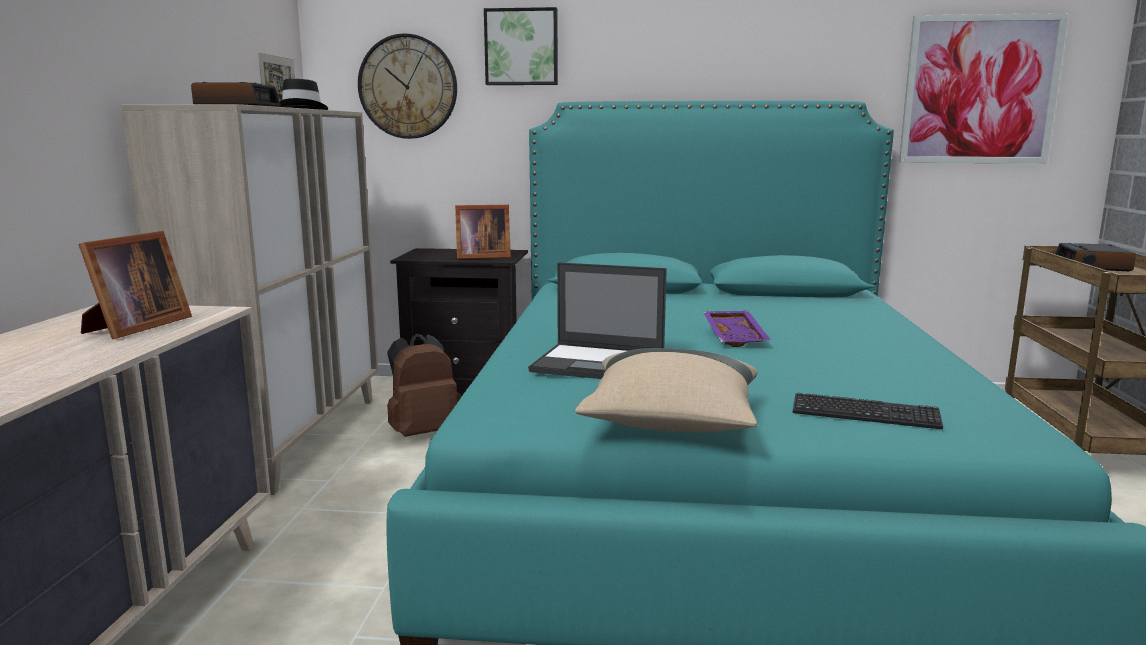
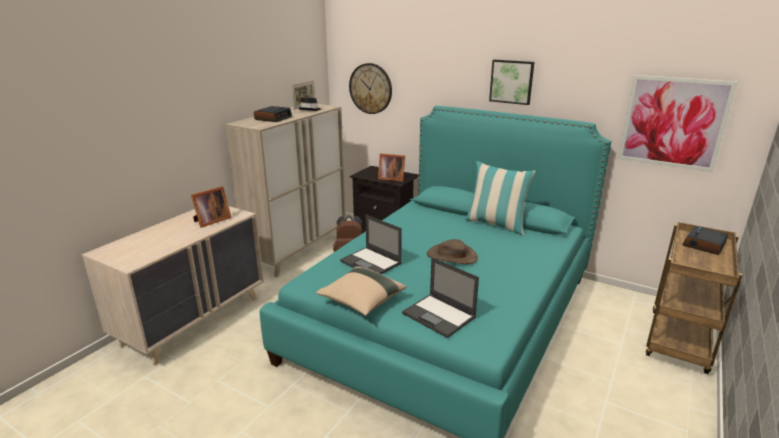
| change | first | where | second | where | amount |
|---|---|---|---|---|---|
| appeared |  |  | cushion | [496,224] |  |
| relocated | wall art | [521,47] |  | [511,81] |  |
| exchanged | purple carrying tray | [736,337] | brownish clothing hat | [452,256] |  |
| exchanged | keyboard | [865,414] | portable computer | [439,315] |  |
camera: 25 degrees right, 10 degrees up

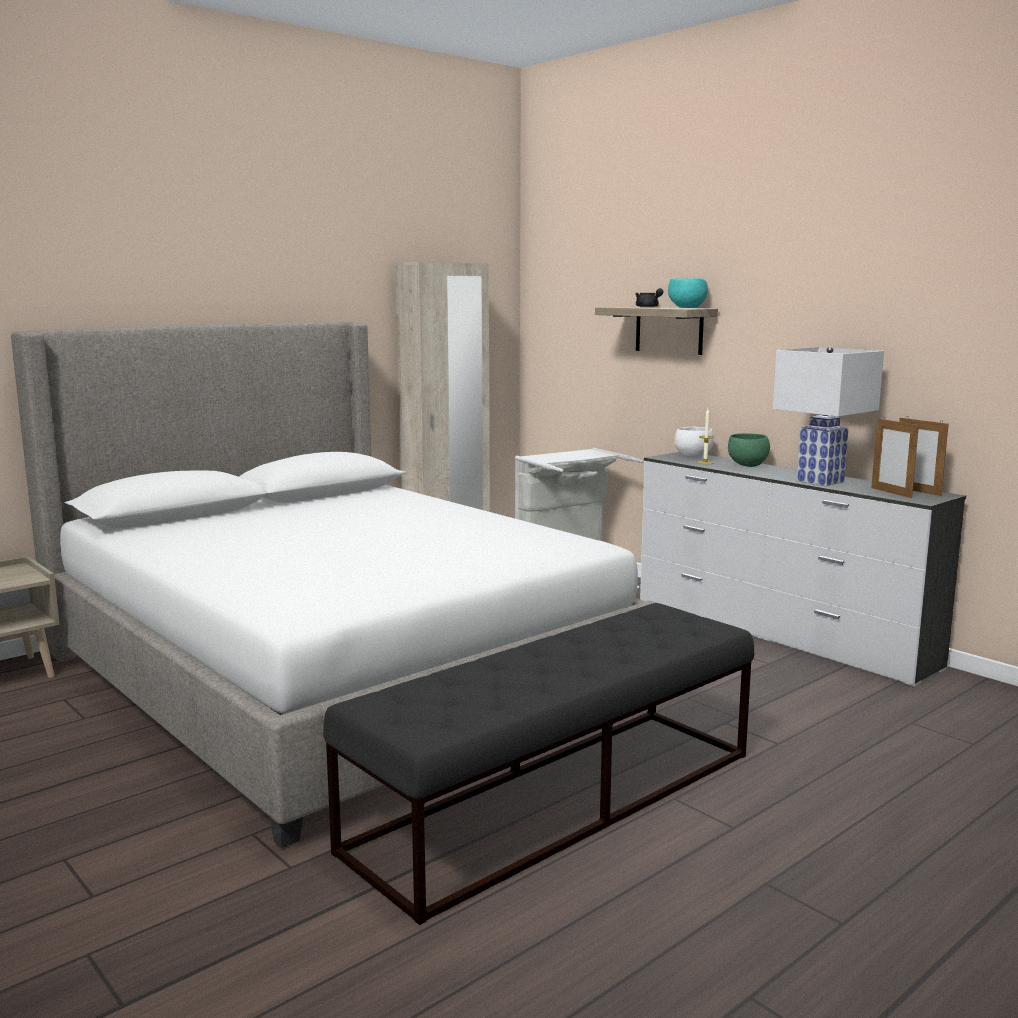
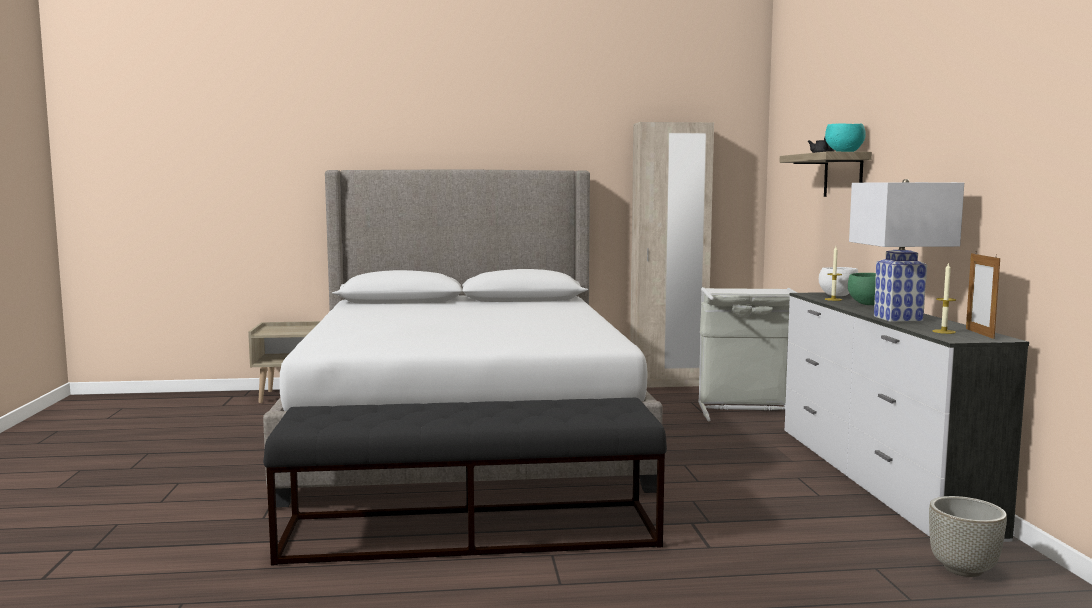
| change | first | where | second | where | amount |
|---|---|---|---|---|---|
| appeared |  |  | grey flower pot | [962,569] |  |
| exchanged | picture frame | [891,493] | candle | [944,331] |  |
camera: 35 degrees right, 5 degrees down

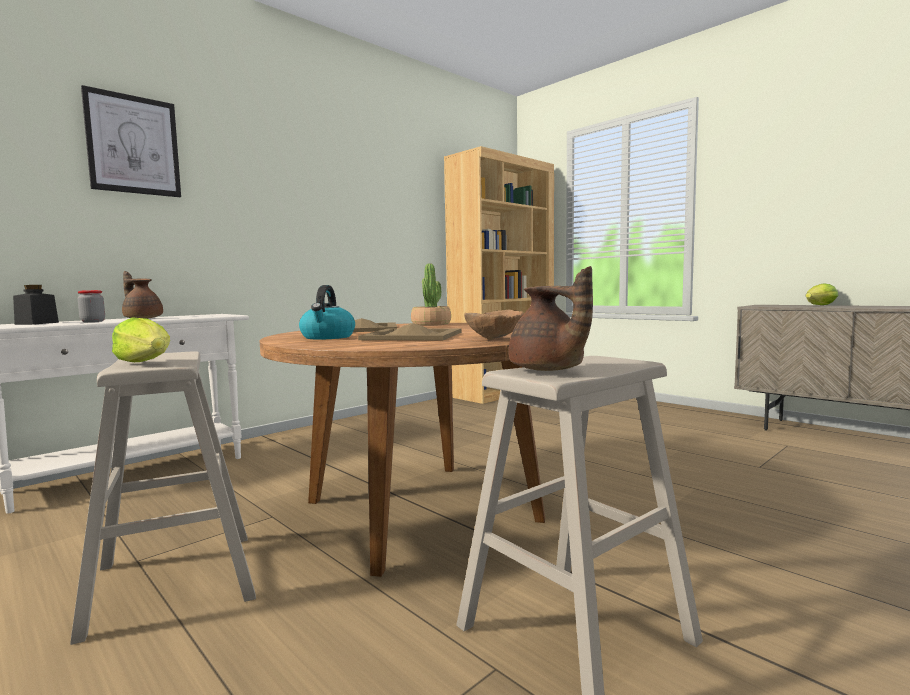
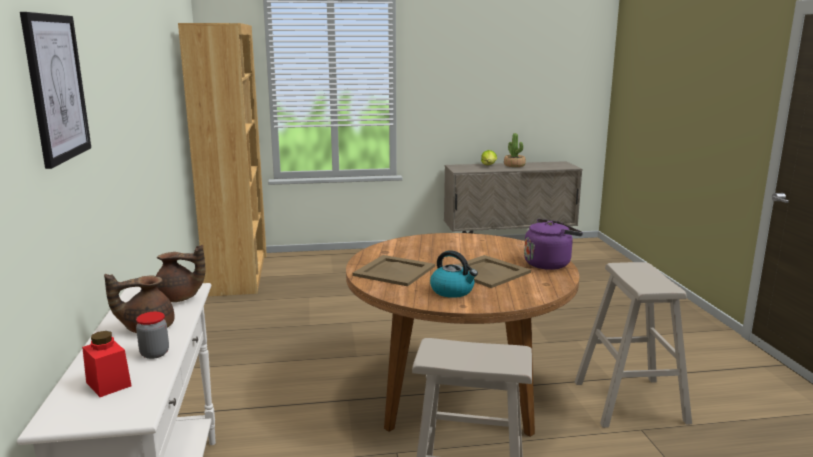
| change | first | where | second | where | amount |
|---|---|---|---|---|---|
| missing | head of lettuce | [147,362] |  |  |  |
| relocated | plant in a pot | [431,324] |  | [514,165] |  |
| relocated | brownish teapot | [548,370] |  | [179,299] |  |
| exchanged | brownish serving bowl | [496,340] | purple water kettle | [549,263] |  |
| colour | blackish preserve jar | [37,323] | red-coloured preserve jar | [108,384] |  |
camera: 55 degrees left, 10 degrees up

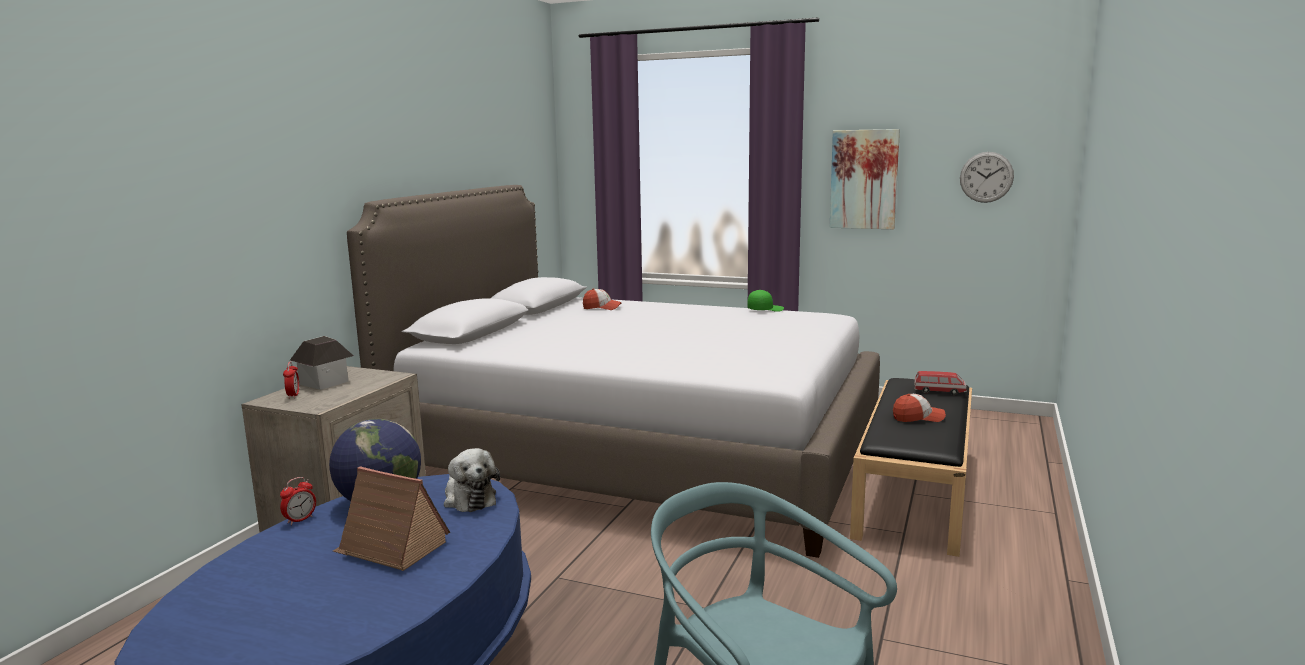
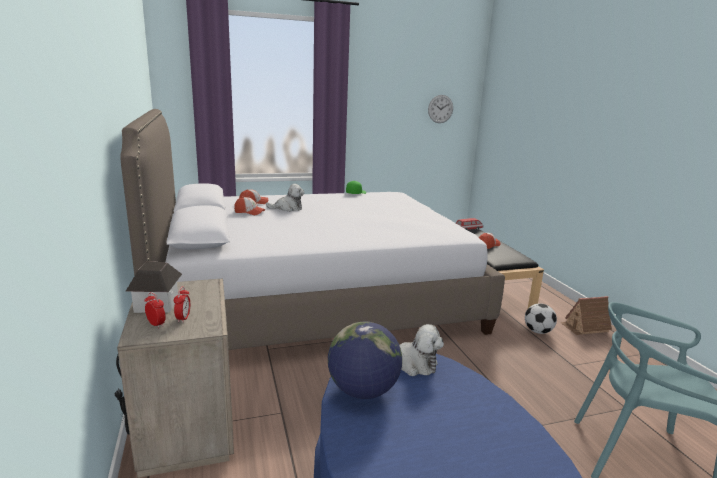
| change | first | where | second | where | amount |
|---|---|---|---|---|---|
| missing | wall art | [864,179] |  |  |  |
| appeared |  |  | peaked cap | [249,212] |  |
| appeared |  |  | soft toy | [287,208] |  |
| appeared |  |  | football | [538,331] |  |
| relocated | table clock | [300,520] |  | [183,318] |  |
| relocated | model house | [391,547] |  | [585,327] |  |
camera: 40 degrees left, 5 degrees up

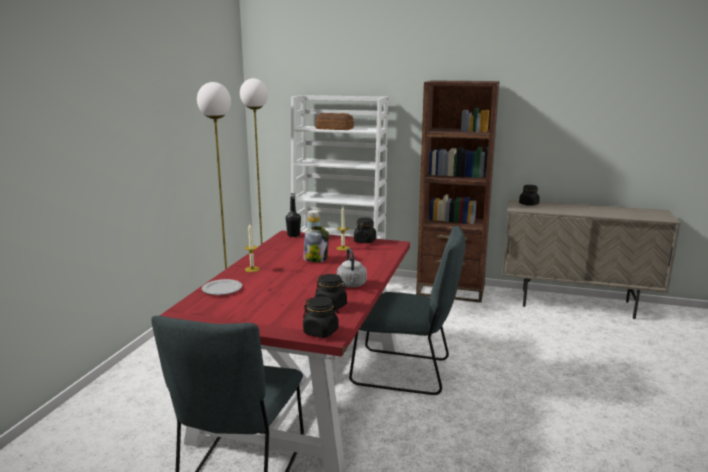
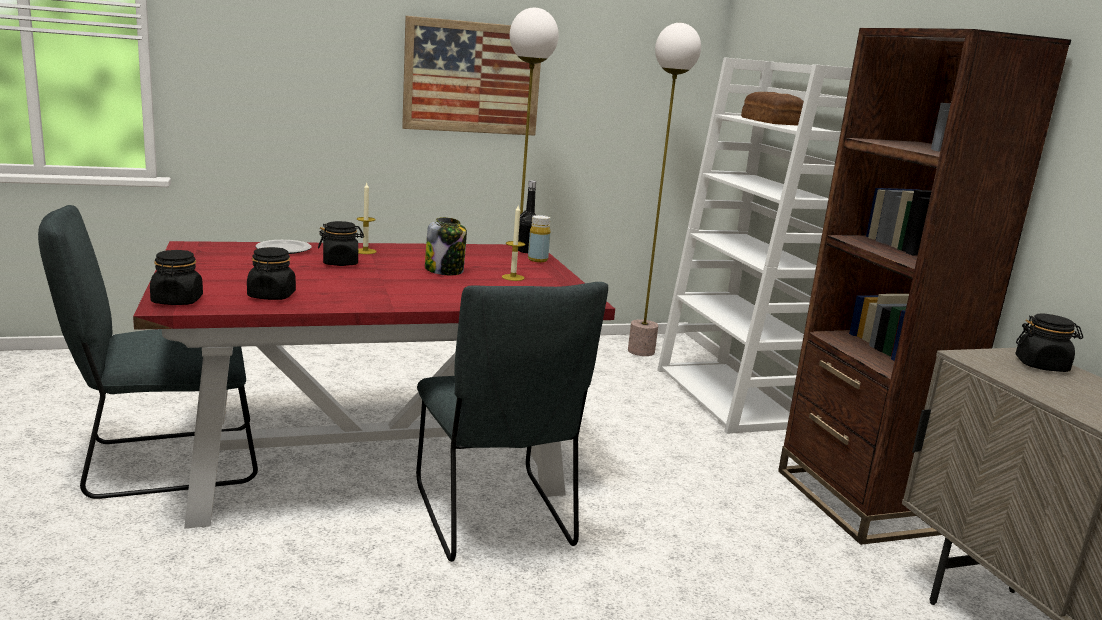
| change | first | where | second | where | amount |
|---|---|---|---|---|---|
| missing | grey water kettle | [352,285] |  |  |  |
| appeared |  |  | wall art | [472,77] |  |
| relocated | blackish preserve jar | [365,241] |  | [340,263] |  |
camera: 55 degrees right, 0 degrees up

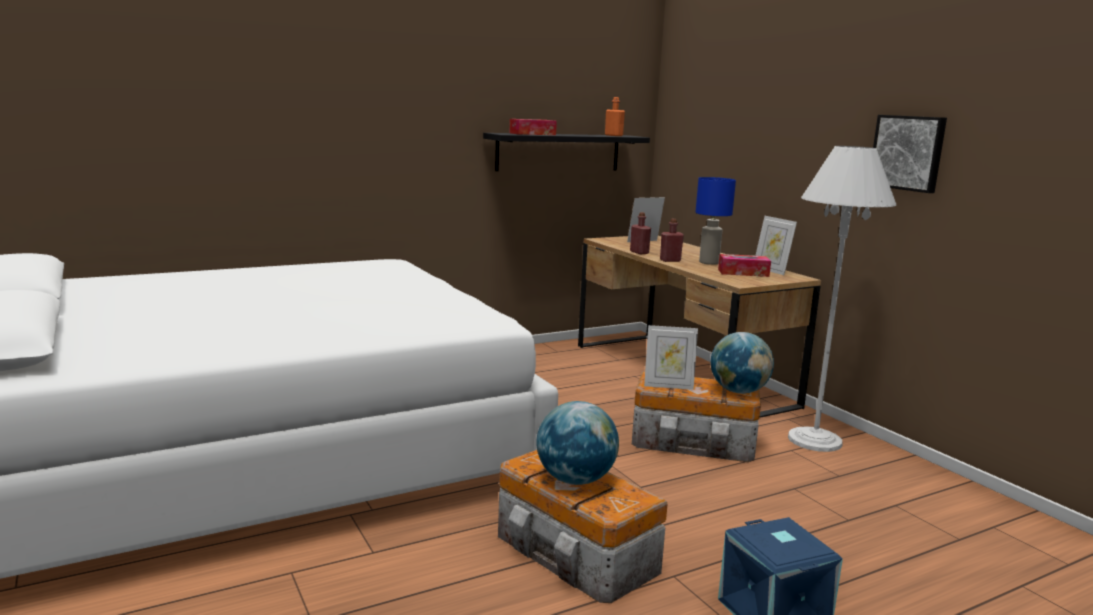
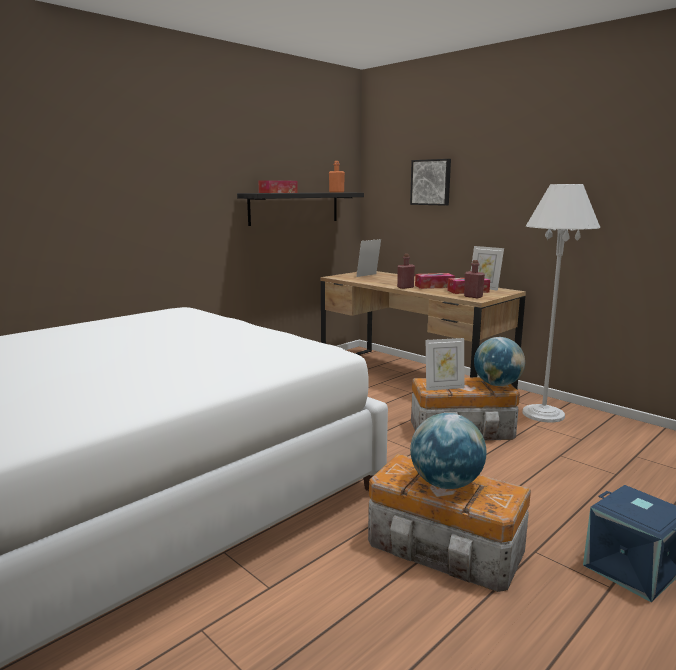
| change | first | where | second | where | amount |
|---|---|---|---|---|---|
| relocated | red-coloured drink bottle | [639,252] |  | [473,297] |  |
| relocated | wall art | [908,152] |  | [431,182] |  |
| exchanged | blue-coloured table lamp | [708,262] | tissue holder | [434,286] |  |
camera: 15 degrees left, 0 degrees up

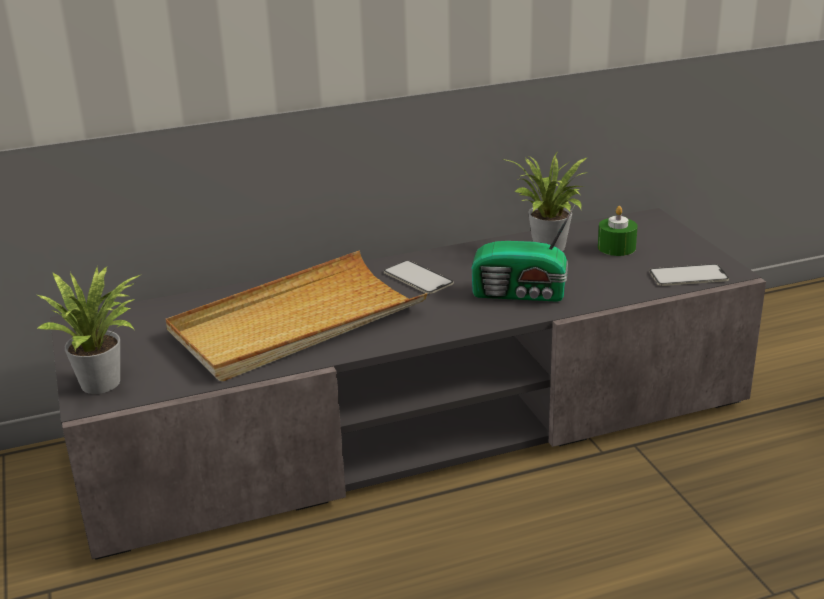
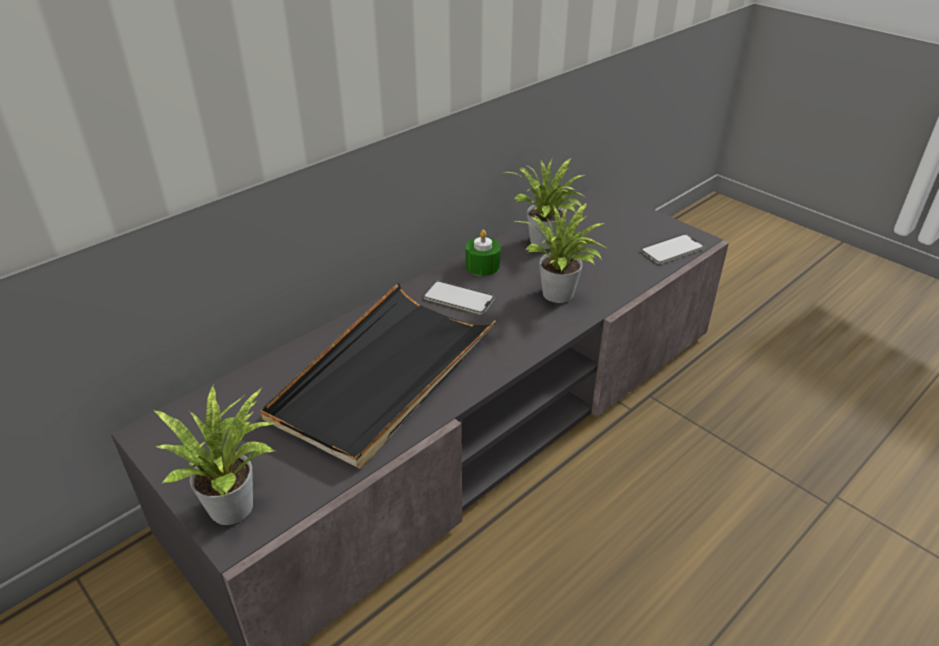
| change | first | where | second | where | amount |
|---|---|---|---|---|---|
| relocated | green-coloured candle | [616,247] |  | [482,265] |  |
| exchanged | radio set | [521,294] | plant in a pot | [559,296] |  |
| colour | beige carrying tray | [296,323] | blackish carrying tray | [384,376] |  |
camera: 25 degrees left, 10 degrees up

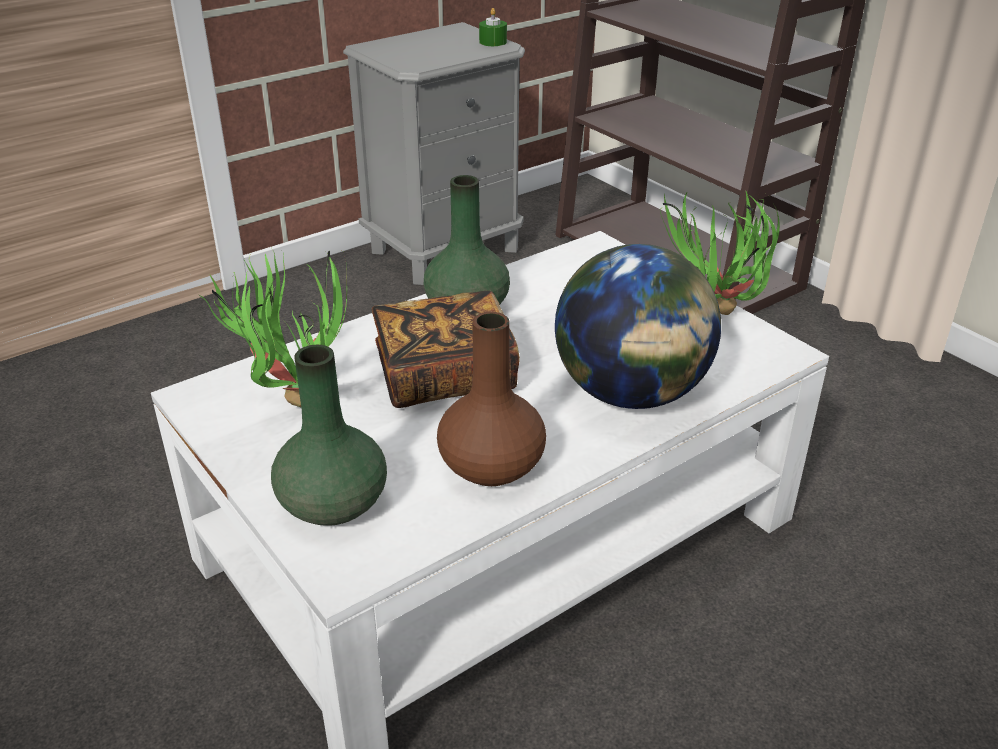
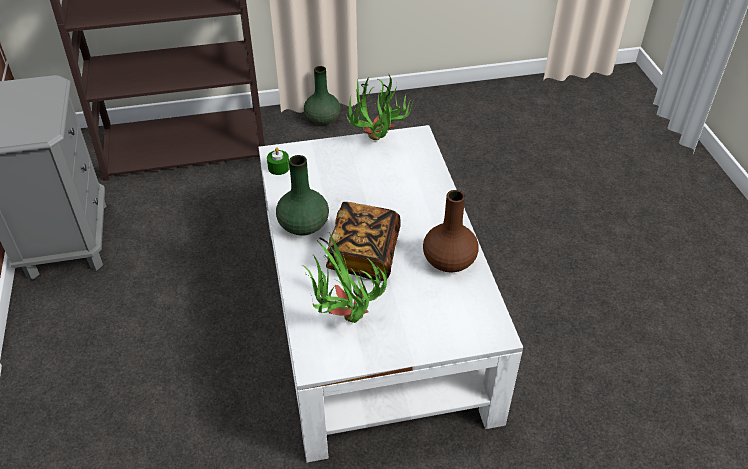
| change | first | where | second | where | amount |
|---|---|---|---|---|---|
| missing | world globe | [631,393] |  |  |  |
| relocated | green-coloured decorative vase | [333,506] |  | [323,119] |  |
| relocated | green-coloured candle | [493,42] |  | [278,168] |  |
camera: 65 degrees left, 10 degrees up

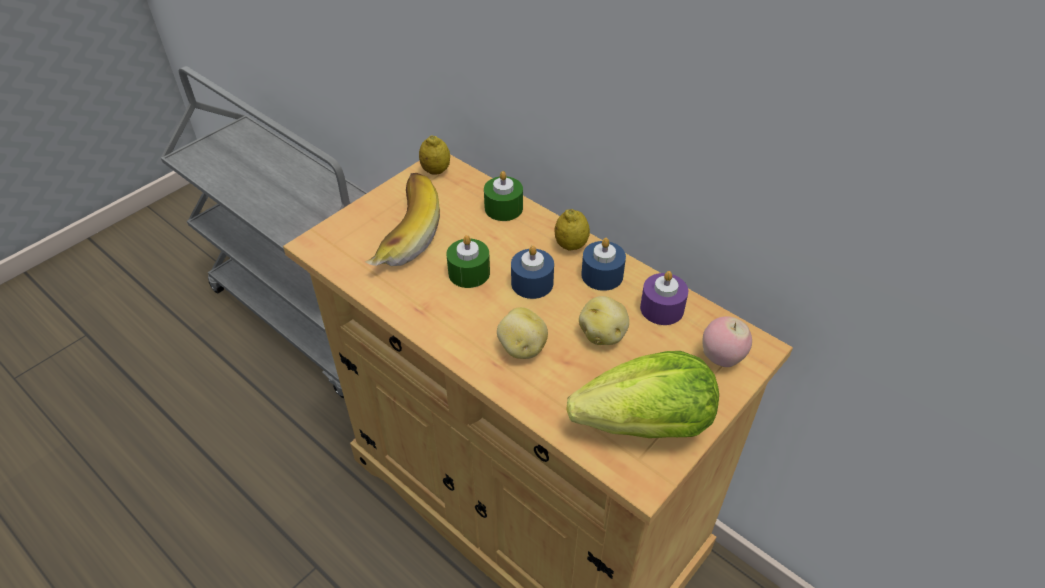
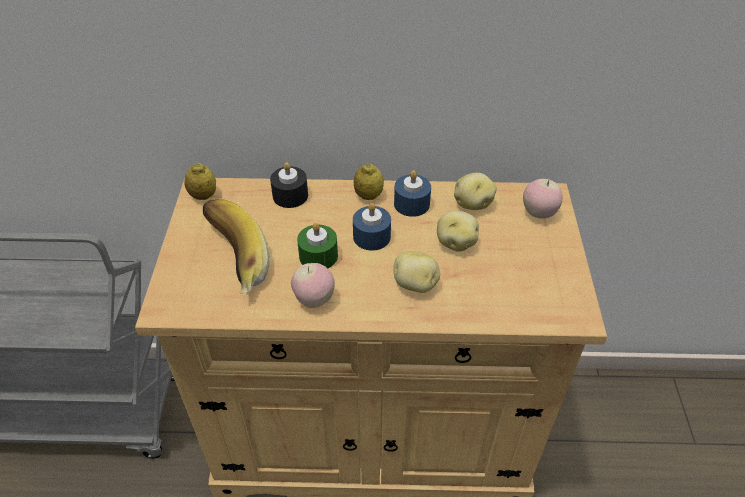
| change | first | where | second | where | amount |
|---|---|---|---|---|---|
| missing | head of lettuce | [646,425] |  |  |  |
| appeared |  |  | apple | [314,299] |  |
| exchanged | purple candle | [662,308] | whole potato | [472,204] |  |
| colour | green-coloured candle | [503,208] | blackish candle | [290,195] |  |
camera: 40 degrees left, 0 degrees up

